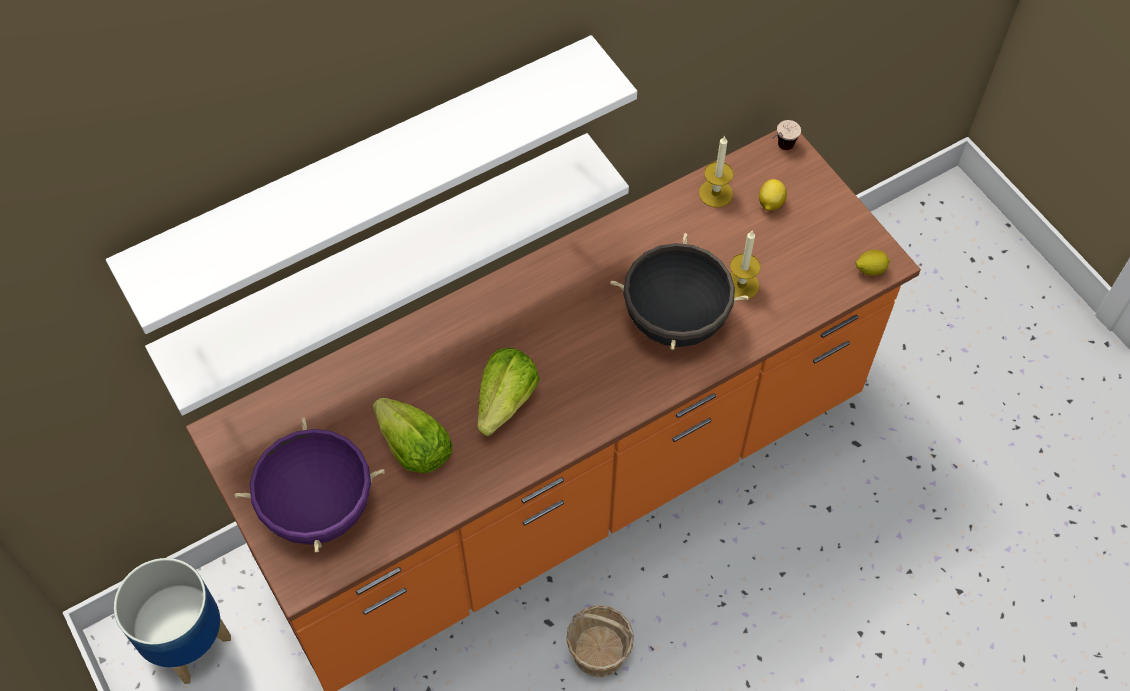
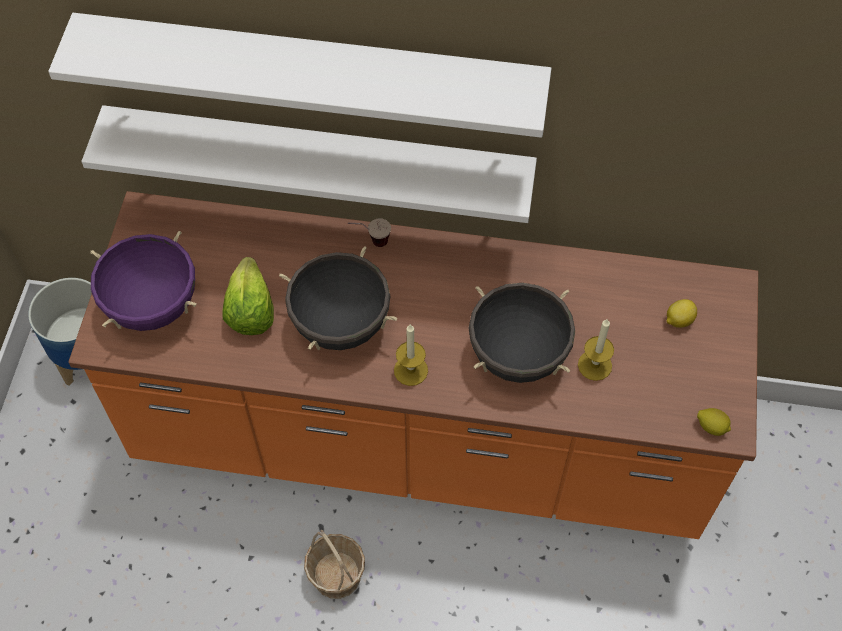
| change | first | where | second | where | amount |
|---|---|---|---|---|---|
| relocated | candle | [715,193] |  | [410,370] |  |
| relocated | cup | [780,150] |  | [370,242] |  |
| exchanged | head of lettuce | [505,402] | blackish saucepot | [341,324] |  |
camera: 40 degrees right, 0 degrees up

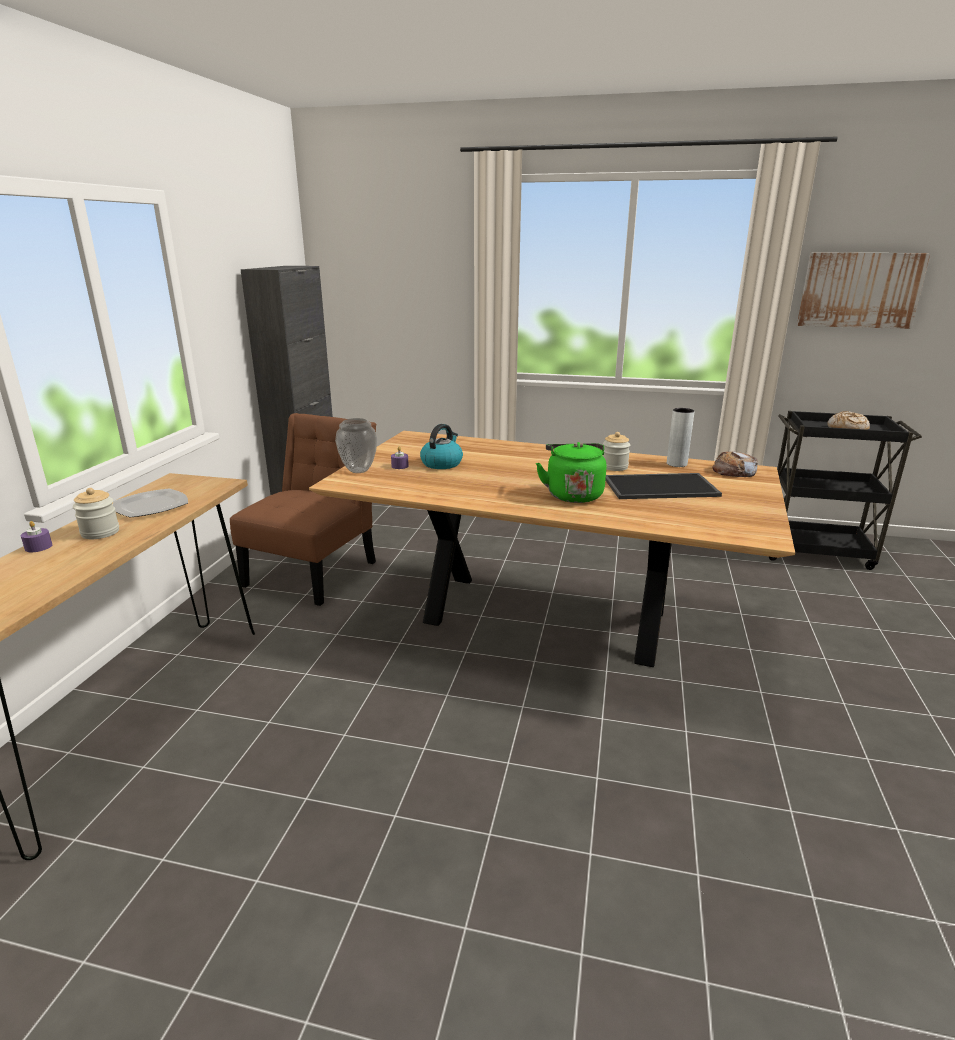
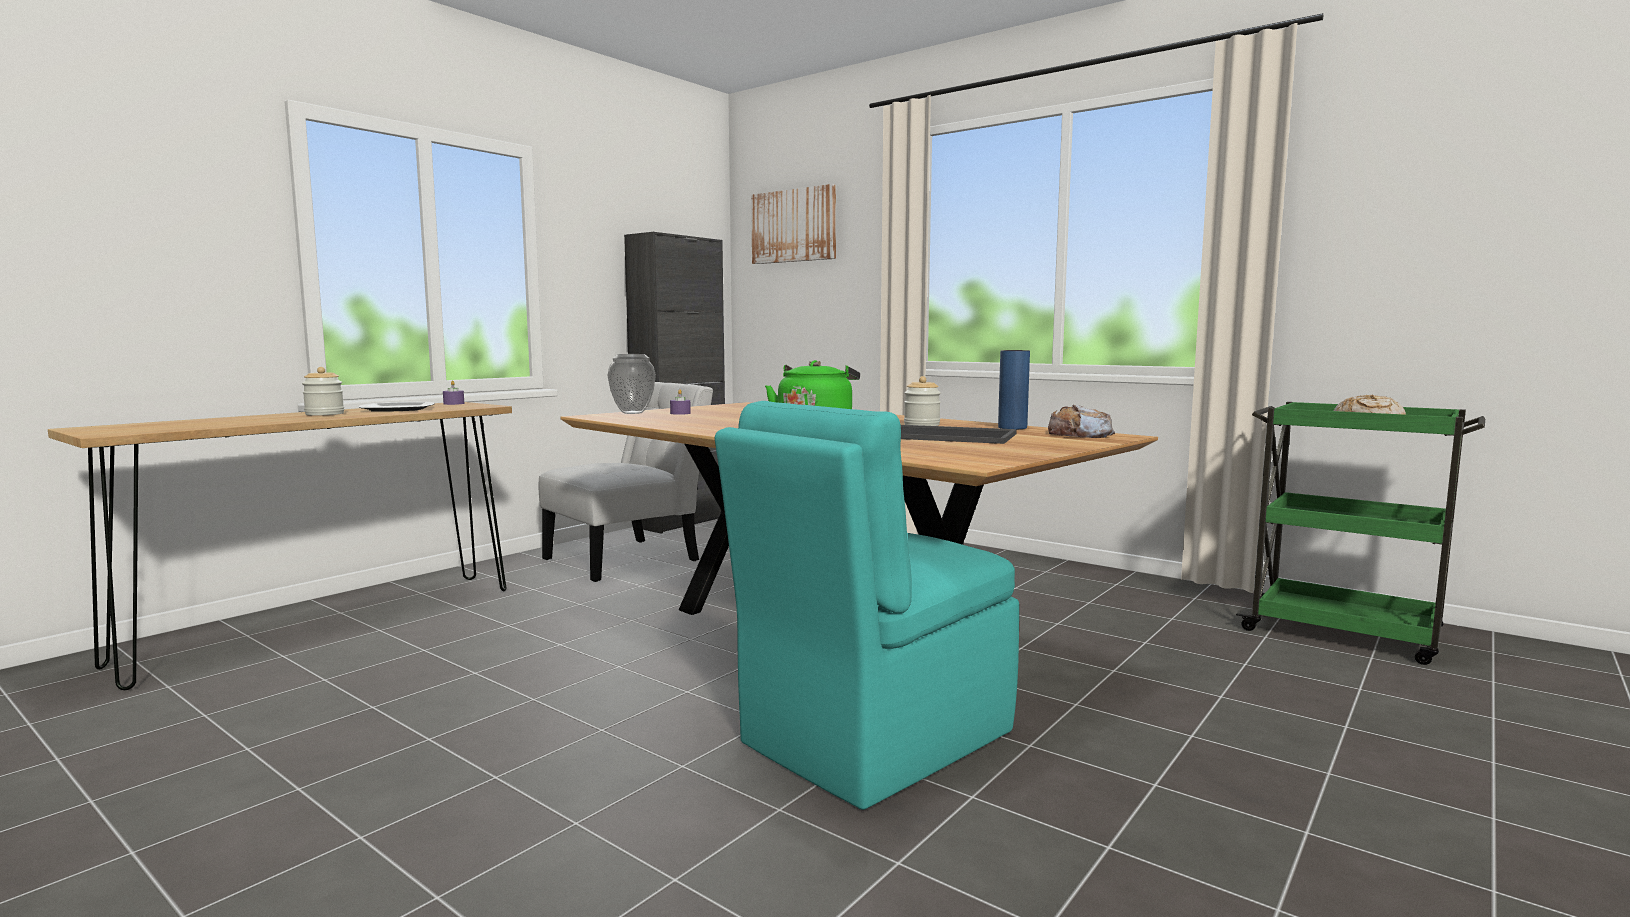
| change | first | where | second | where | amount |
|---|---|---|---|---|---|
| missing | water kettle | [442,463] |  |  |  |
| appeared |  |  | blue-green plain chair | [872,739] |  |
| relocated | purple candle | [38,547] |  | [454,403] |  |
| relocated | wall art | [860,290] |  | [794,226] |  |
| colour | brownish plain chair | [316,571] | white plain chair | [629,558] |  |
| colour | grey decorative vase | [676,464] | blue-coloured decorative vase | [1012,428] |  |
| colour | blackish cart | [817,552] | green-coloured cart | [1345,634] |  |
camera: 25 degrees right, 15 degrees down

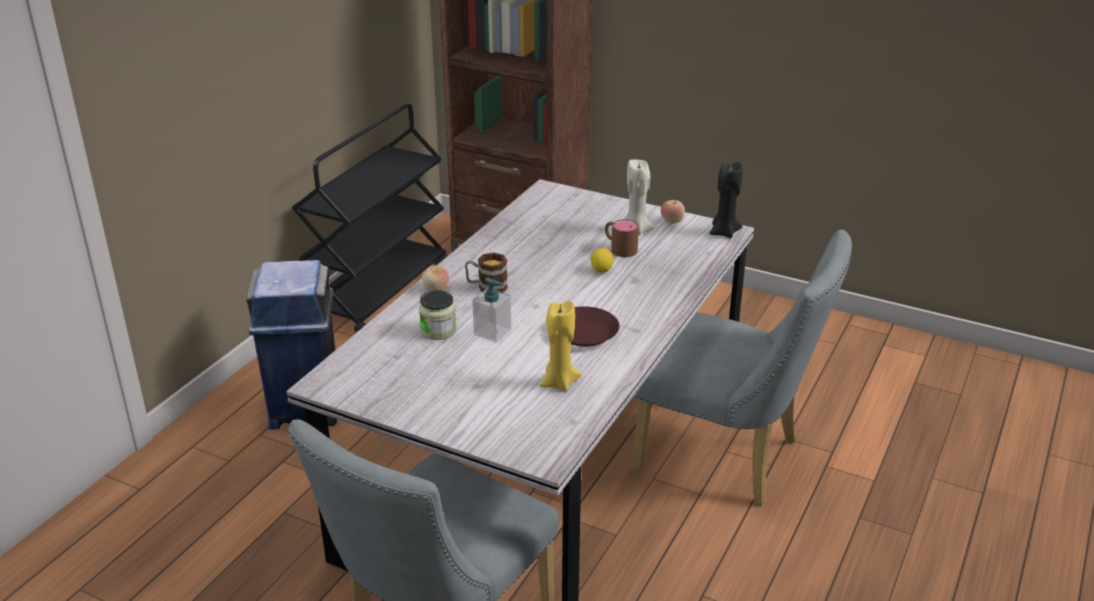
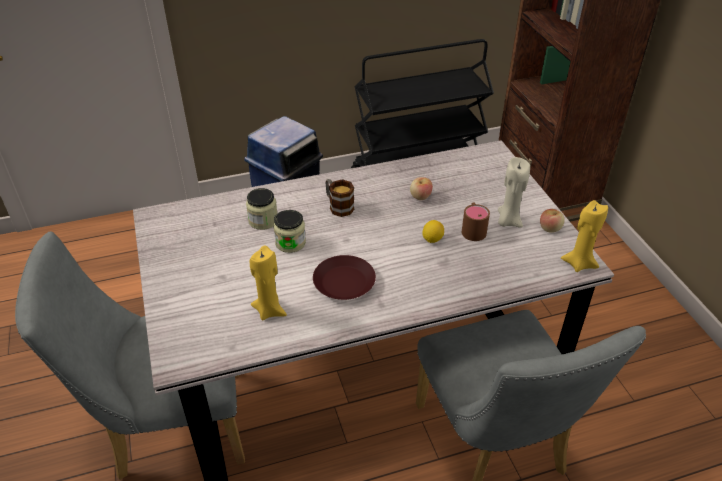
| change | first | where | second | where | amount |
|---|---|---|---|---|---|
| relocated | apple | [436,290] |  | [420,196] |  |
| exchanged | soap bottle | [492,332] | preserve jar | [290,243] |  |
| colour | blackish candle | [724,232] | yellow-coloured candle | [579,263] |  |
camera: 45 degrees right, 10 degrees up

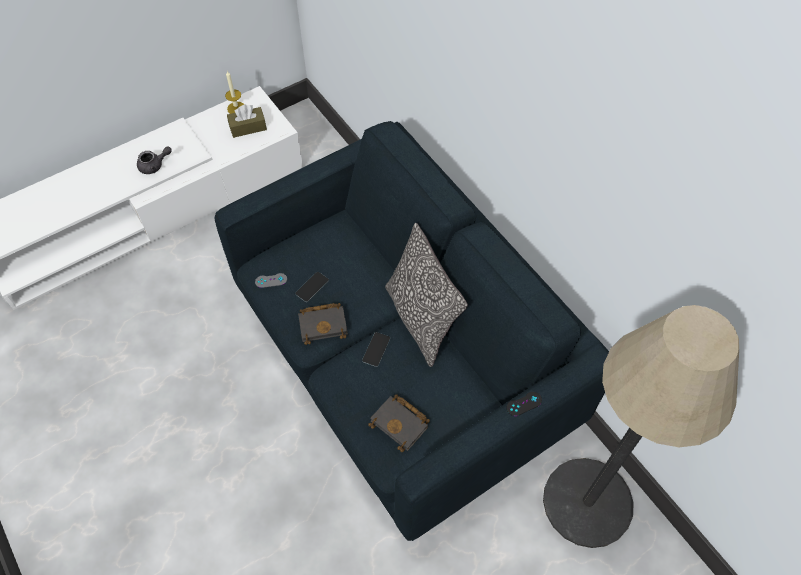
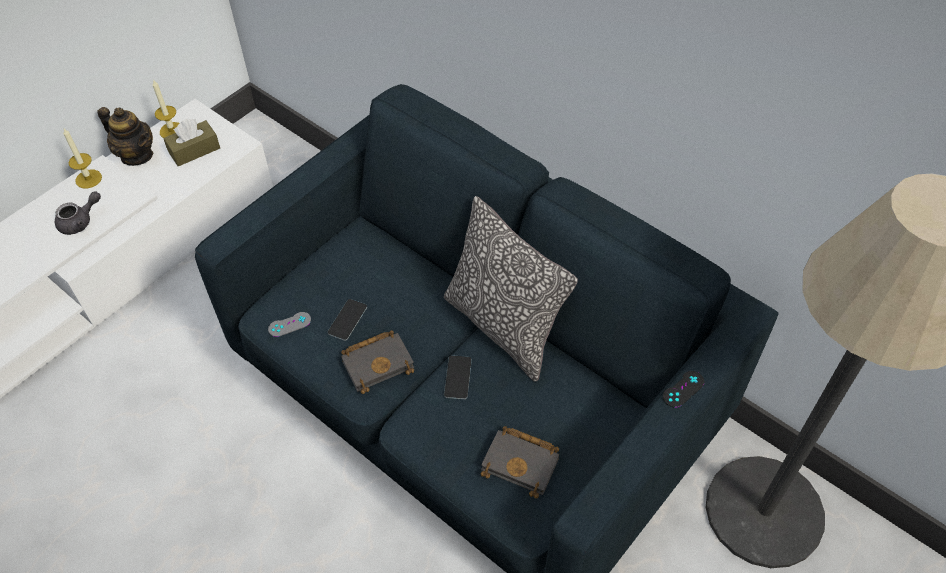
| change | first | where | second | where | amount |
|---|---|---|---|---|---|
| appeared |  |  | candle | [88,179] |  |
| appeared |  |  | teapot | [137,155] |  |
camera: 15 degrees left, 5 degrees down

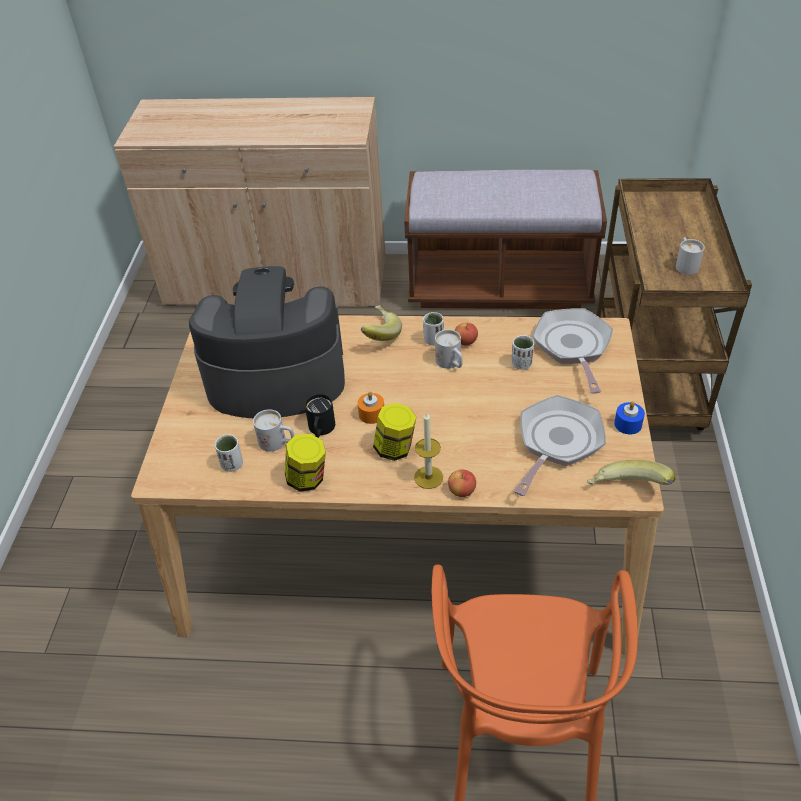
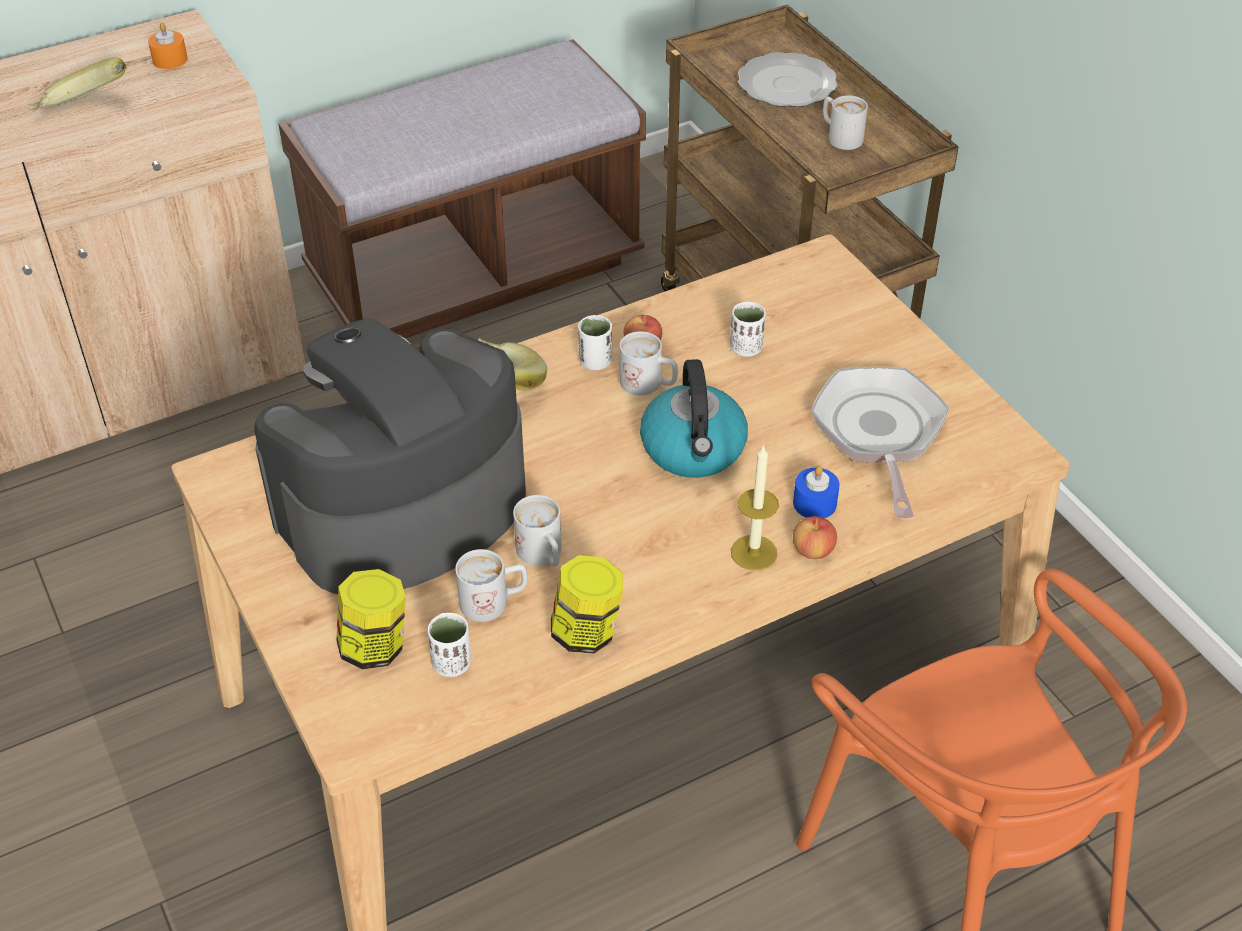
| change | first | where | second | where | amount |
|---|---|---|---|---|---|
| missing | skillet | [573,347] |  |  |  |
| appeared |  |  | water kettle | [694,449] |  |
| appeared |  |  | plate | [785,84] |  |
| relocated | orange candle | [371,414] |  | [170,59] |  |
| relocated | preserve jar | [395,448] |  | [375,646] |  |
| relocated | banana | [626,491] |  | [83,109] |  |
| relocated | blue-coloured candle | [628,424] |  | [814,503] |  |
| colour | blackish tea mug | [321,430] | white tea mug | [543,555] |  |
camera: 35 degrees left, 0 degrees up

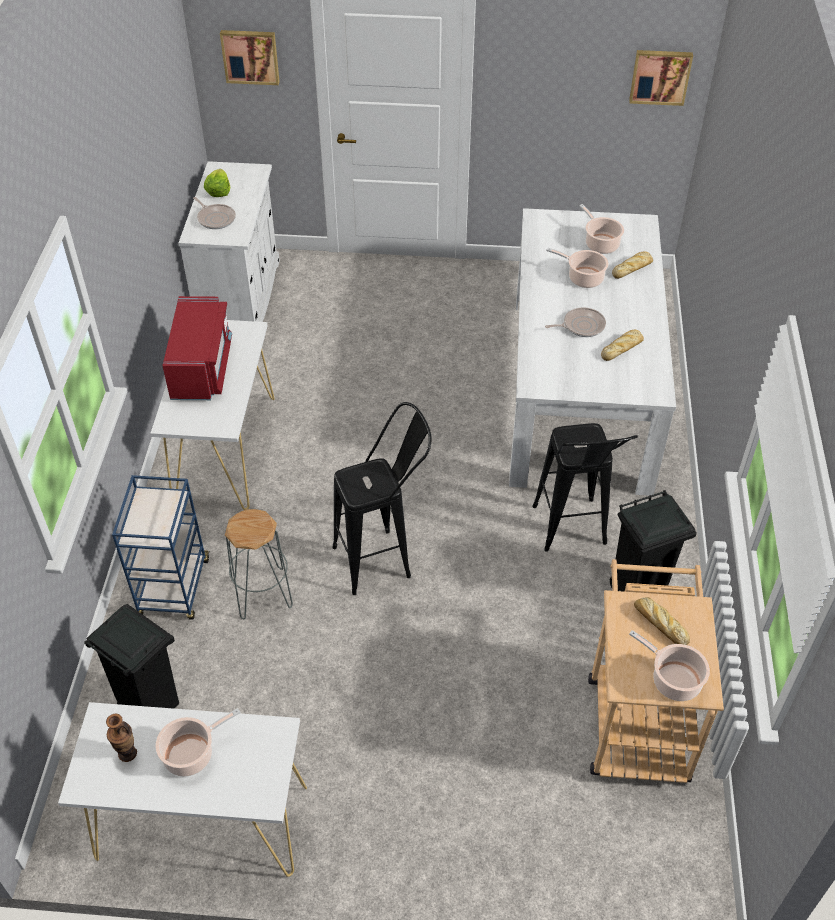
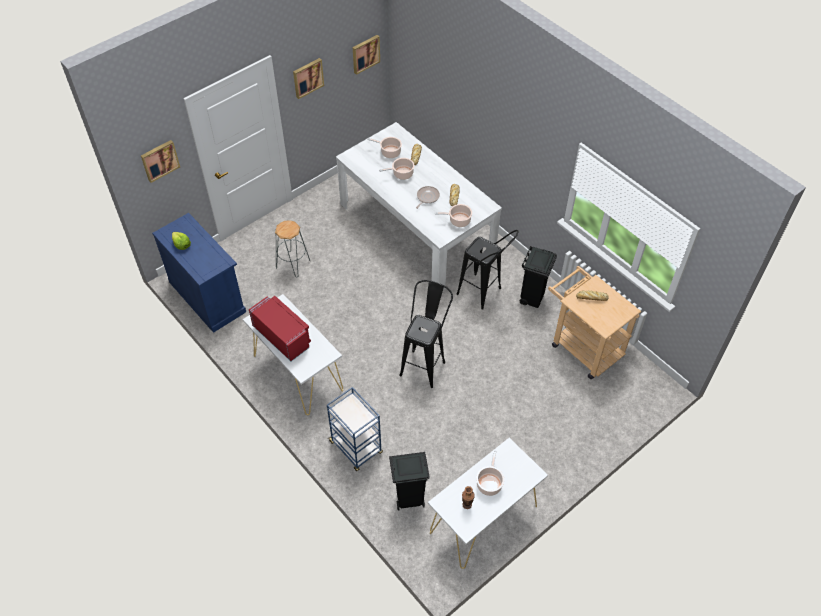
| change | first | where | second | where | amount |
|---|---|---|---|---|---|
| missing | skillet | [215,218] |  |  |  |
| appeared |  |  | wall art | [307,77] |  |
| relocated | grey sitting stool | [262,593] |  | [293,264] |  |
| relocated | saucepot | [673,680] |  | [458,220] |  |
| colour | white cupboard | [240,298] | blue-coloured cupboard | [207,296] |  |
camera: 45 degrees left, 5 degrees up

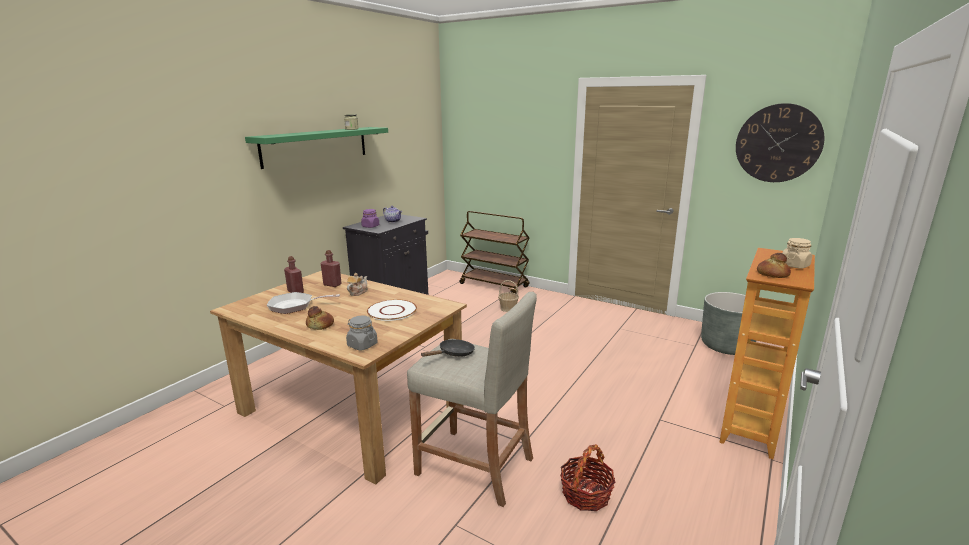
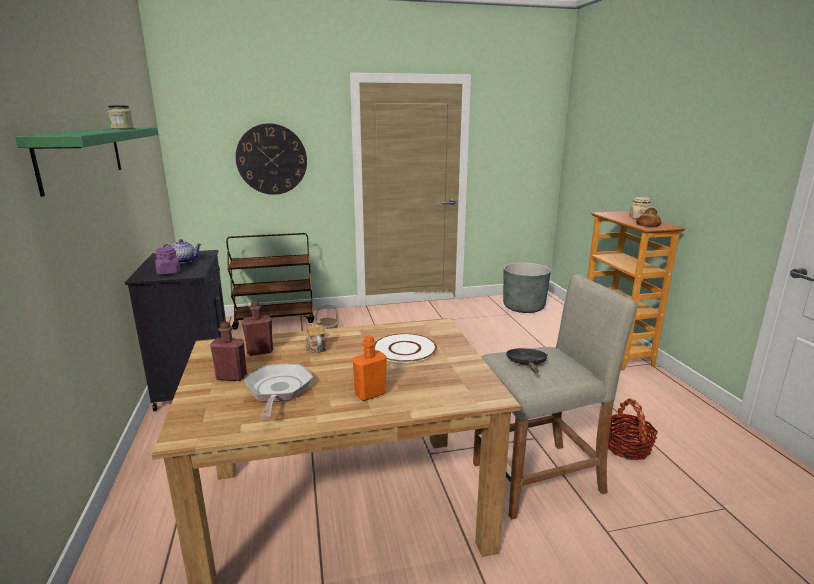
| change | first | where | second | where | amount |
|---|---|---|---|---|---|
| missing | grey preserve jar | [362,345] |  |  |  |
| relocated | clock on the wall | [778,143] |  | [271,159] |  |
| exchanged | bread | [320,325] | orange drink bottle | [370,394] |  |
| spun | skillet | [295,306] |  | [278,391] | 135 degrees clockwise |
camera: 45 degrees left, 0 degrees up

